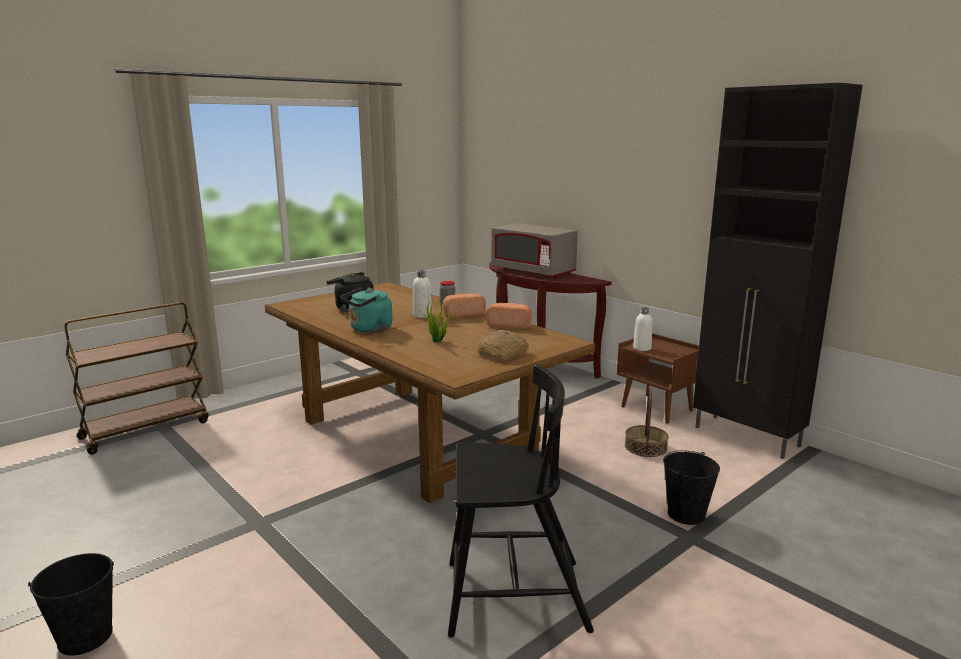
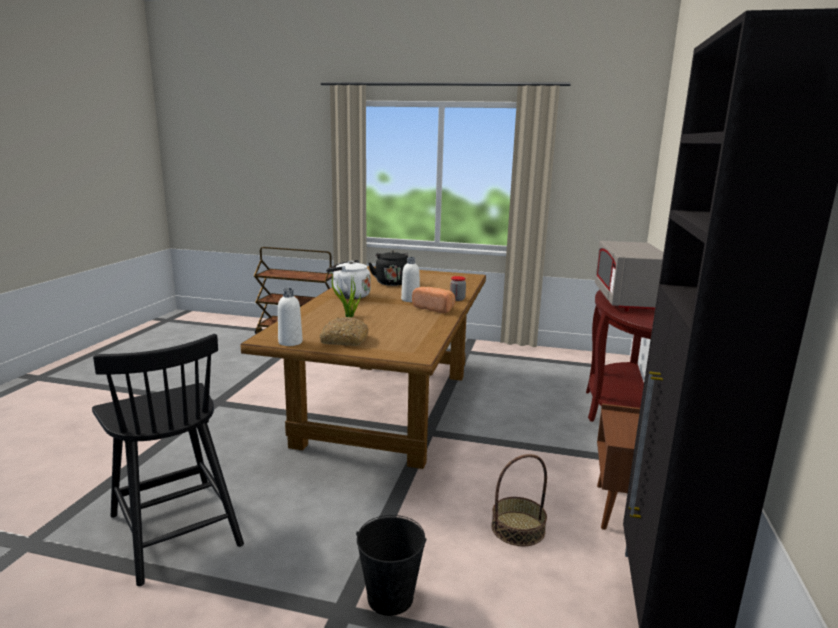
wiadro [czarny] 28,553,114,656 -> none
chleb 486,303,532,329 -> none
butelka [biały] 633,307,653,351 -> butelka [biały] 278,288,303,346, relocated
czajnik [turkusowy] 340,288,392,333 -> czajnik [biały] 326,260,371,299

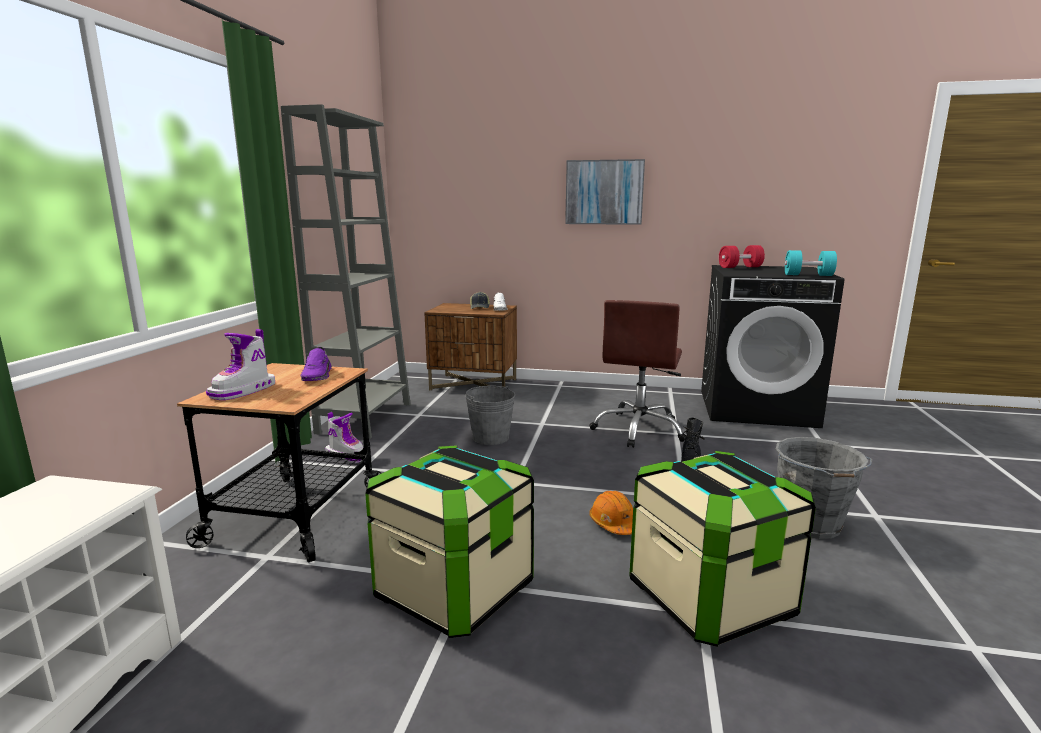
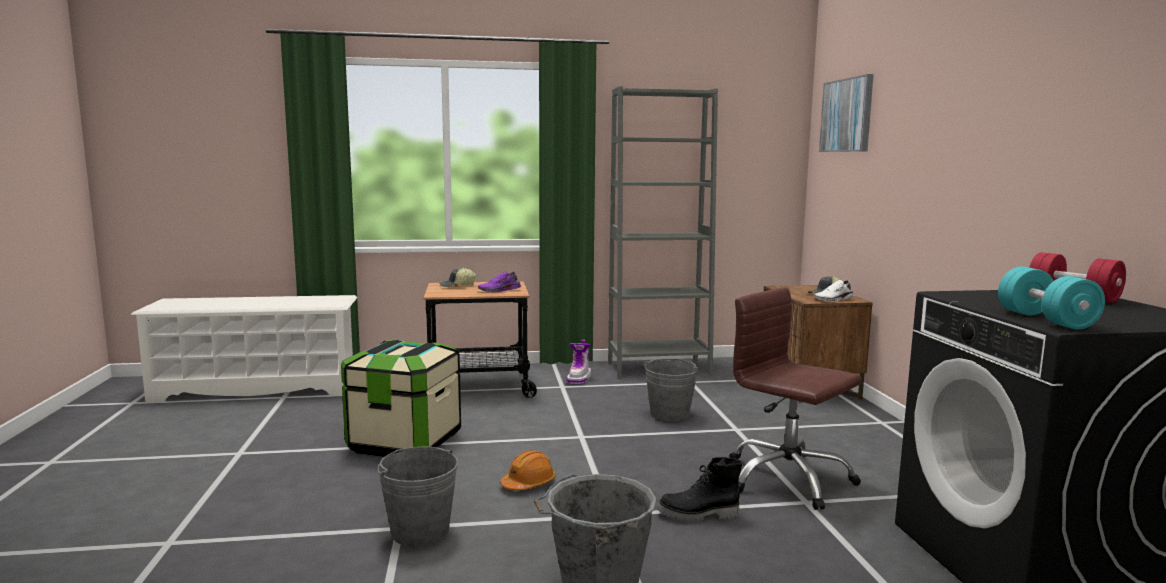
obraz 565,159,645,225 -> obraz 819,74,874,152, relocated
but z cholewką 206,329,275,400 -> czapka z daszkiem 439,267,476,287
pojemnik do przechowywania 629,451,816,647 -> wiadro [szary] 378,446,458,546
krzesło biurowe [brązowy] 589,300,686,448 -> krzesło biurowe [brązowy] 729,287,862,510, 45 degrees clockwise

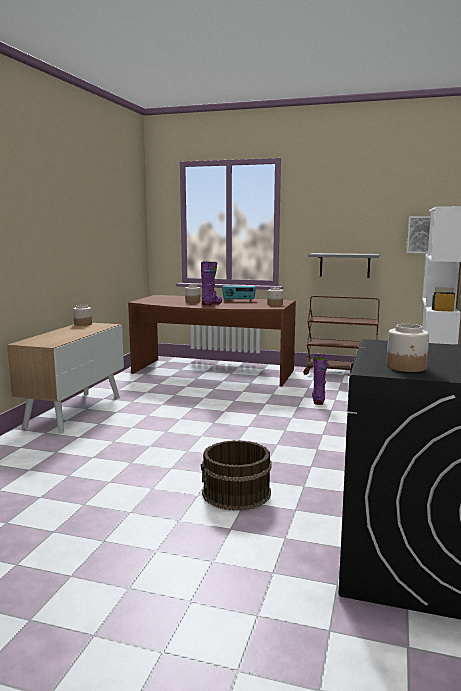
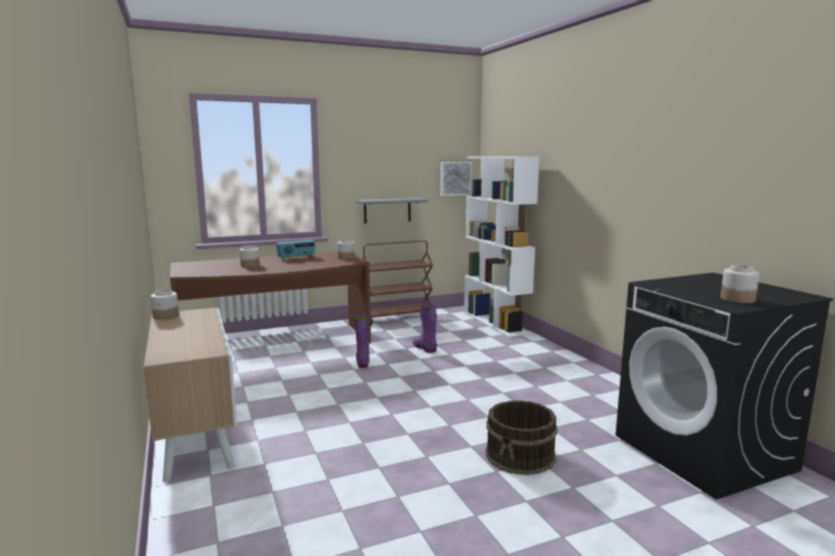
but z cholewką [fioletowy] 201,261,223,306 -> but z cholewką [fioletowy] 354,313,370,368, relocated

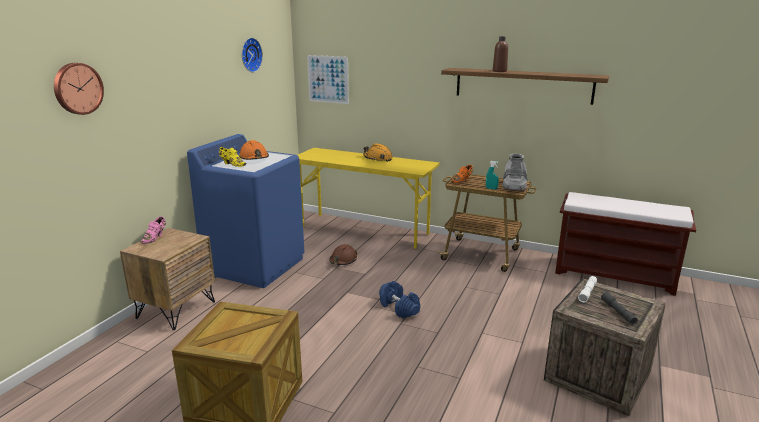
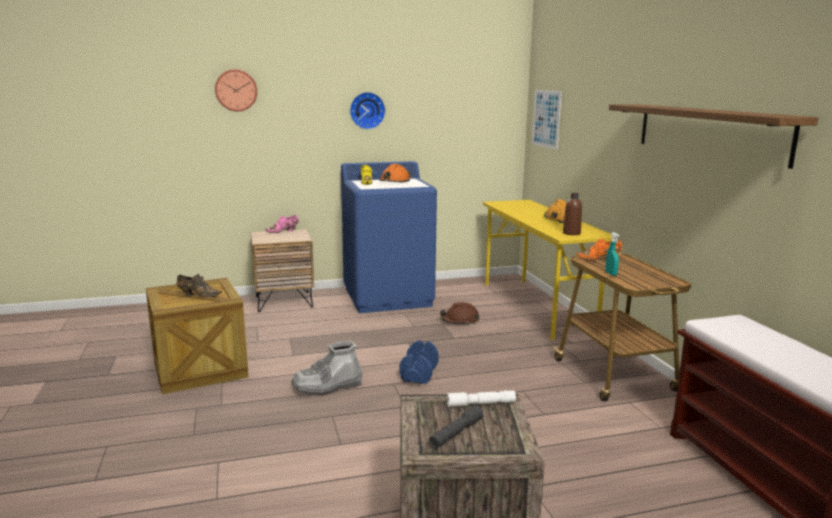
none -> but [brązowy] 177,274,222,297
zegar ścienny 242,38,263,72 -> zegar ścienny 350,92,386,129, relocated
butelka [brązowy] 493,36,508,72 -> butelka [brązowy] 563,193,582,235, relocated
but z cholewką [szary] 502,153,528,191 -> but z cholewką [szary] 292,342,363,396, relocated

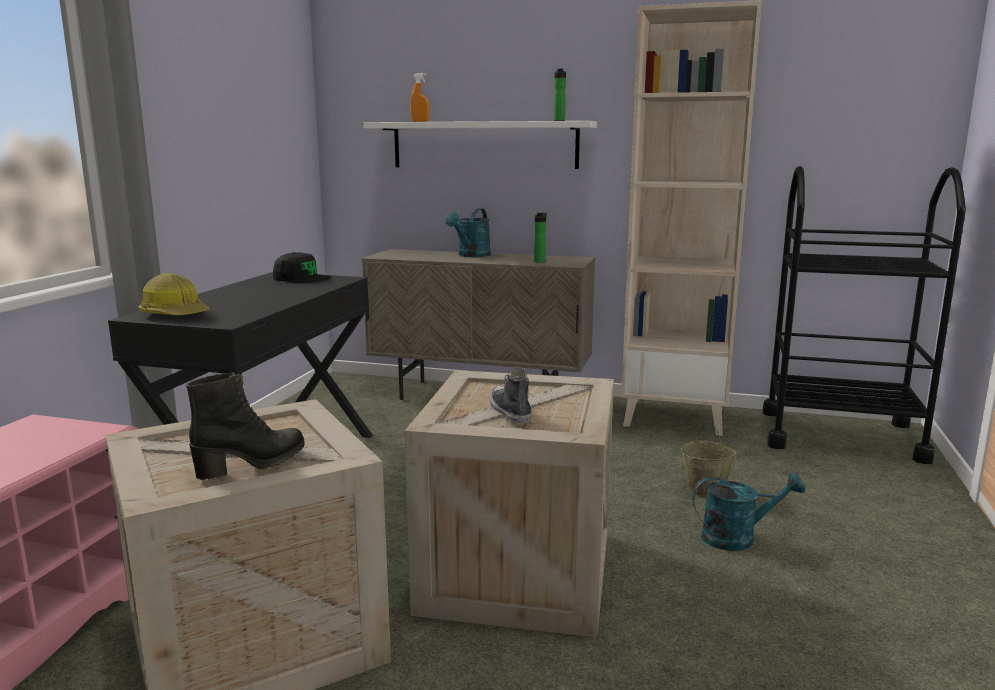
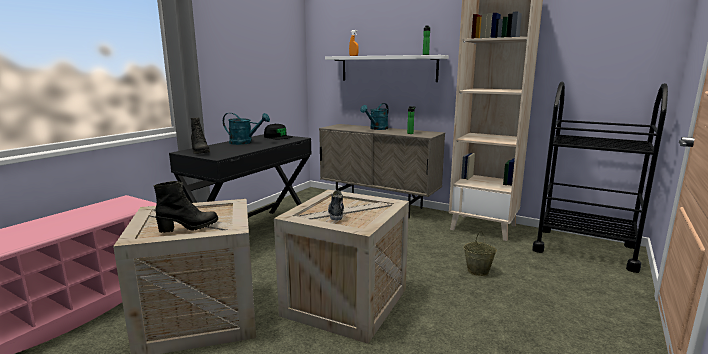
konewka [turkusowy] 692,473,805,551 -> konewka [turkusowy] 223,113,270,145, relocated
kask 139,273,210,315 -> but z cholewką [czarny] 191,118,210,154

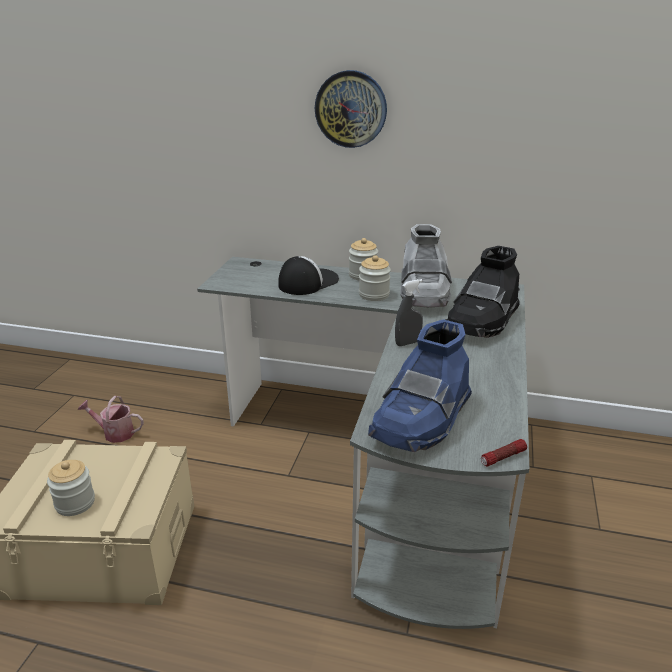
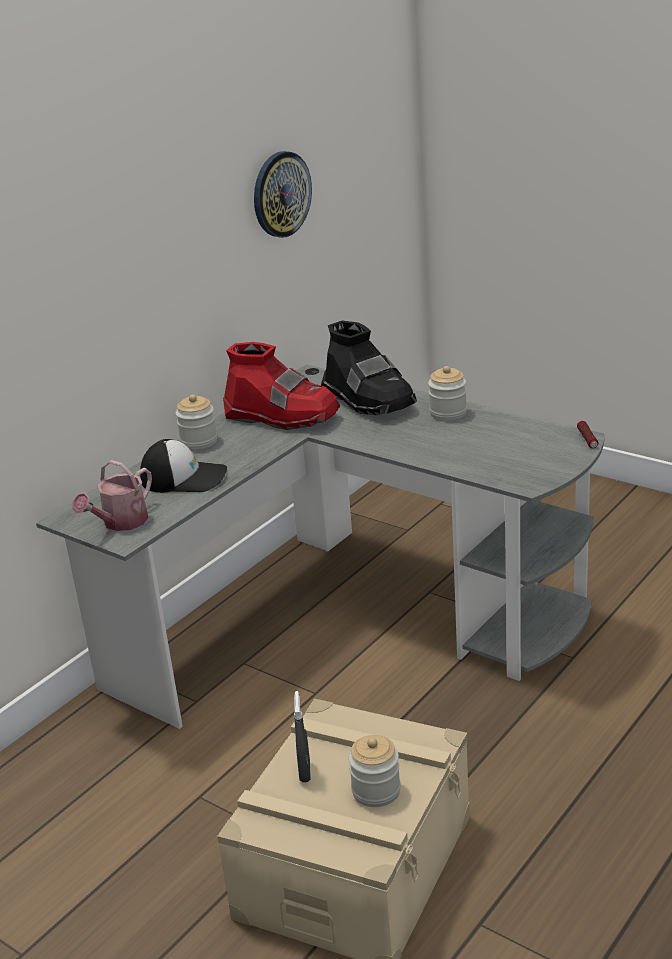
but z cholewką [niebieski] 368,319,472,452 -> none
konewka 77,396,144,443 -> konewka 72,460,152,531, relocated
zegar ścienny 315,70,387,148 -> zegar ścienny 254,151,312,238, relocated
słoik 359,255,391,301 -> słoik 428,366,467,421, relocated
spryskiwacz [szary] 395,279,423,346 -> spryskiwacz [szary] 294,691,311,782, relocated
but z cholewką [szary] 400,224,452,307 -> but z cholewką [czerwony] 223,342,340,430
czapka z daszkiem 278,256,339,295 -> czapka z daszkiem 140,439,227,493, 120 degrees clockwise

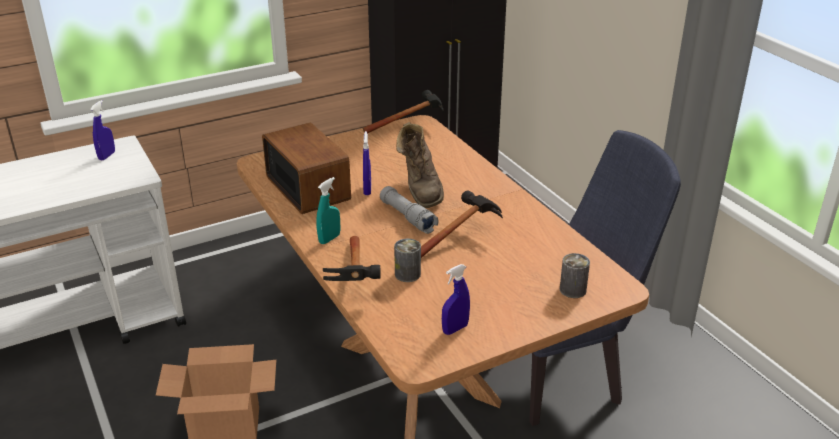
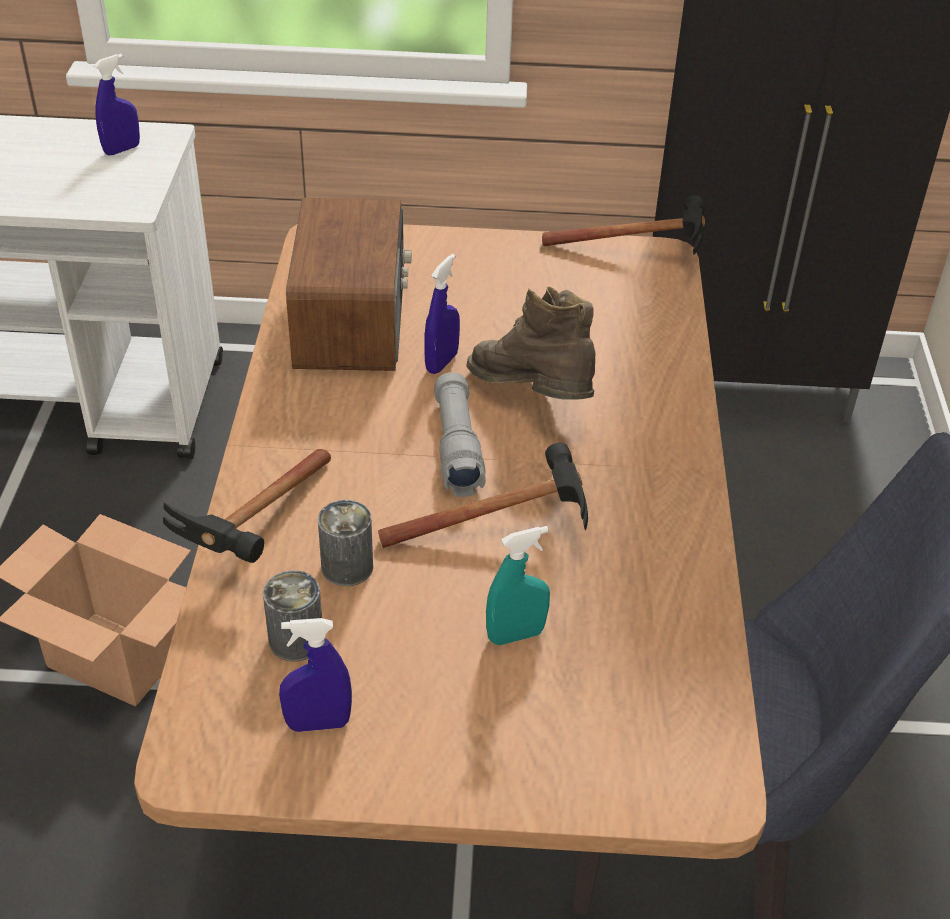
spryskiwacz [turkusowy] 316,177,340,244 -> spryskiwacz [turkusowy] 486,526,550,645, relocated
puszka 560,253,590,298 -> puszka 263,570,322,661, relocated
but z cholewką [brązowy] 396,122,444,208 -> but z cholewką [brązowy] 467,286,595,400, 120 degrees clockwise

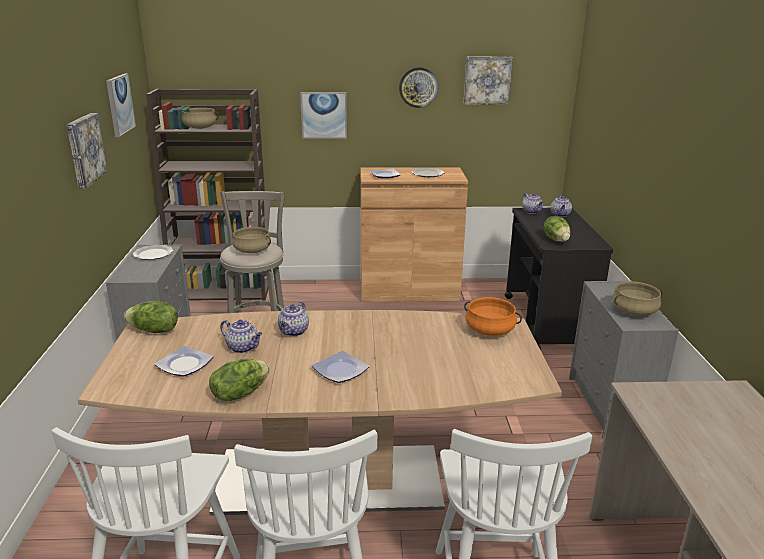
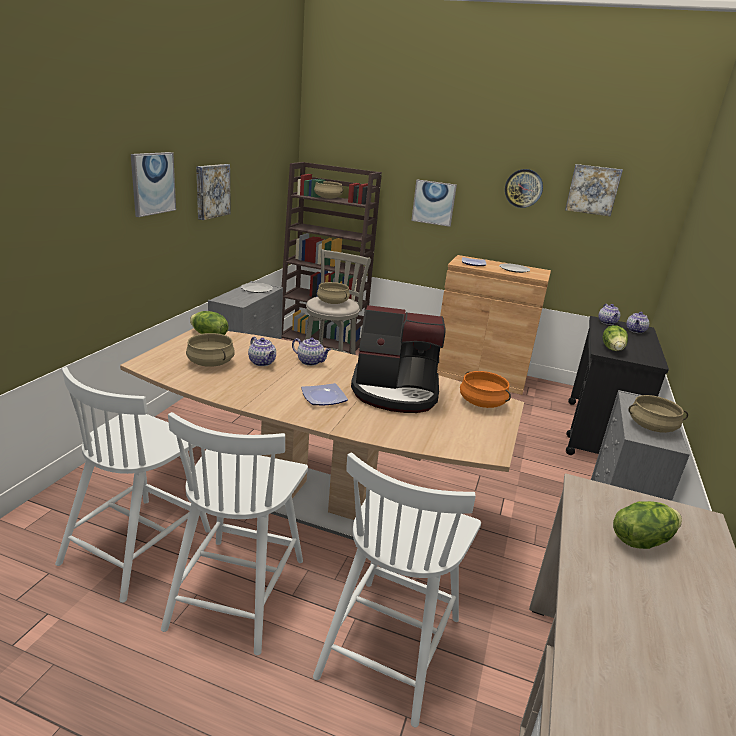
none -> ekspres do kawy 351,305,446,413
obraz 106,74,136,137 -> obraz 131,152,176,217, relocated
sałata 209,359,270,401 -> sałata 613,501,682,549, relocated
talerz 154,346,214,377 -> garnek [beżowy] 186,333,235,367
imbryk 278,302,309,336 -> imbryk 292,338,331,366, 105 degrees counterclockwise

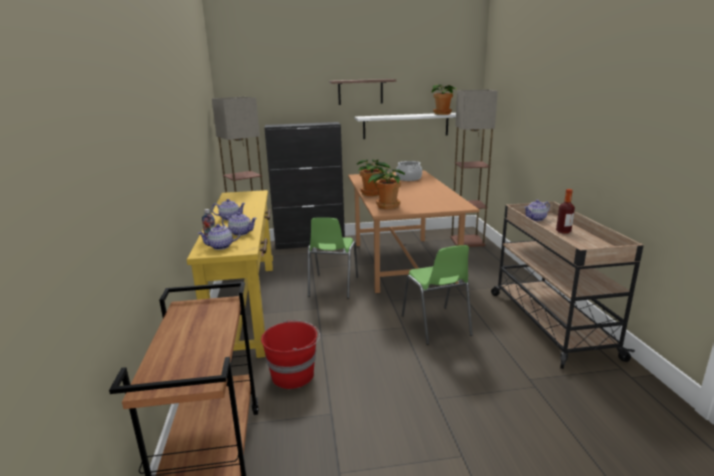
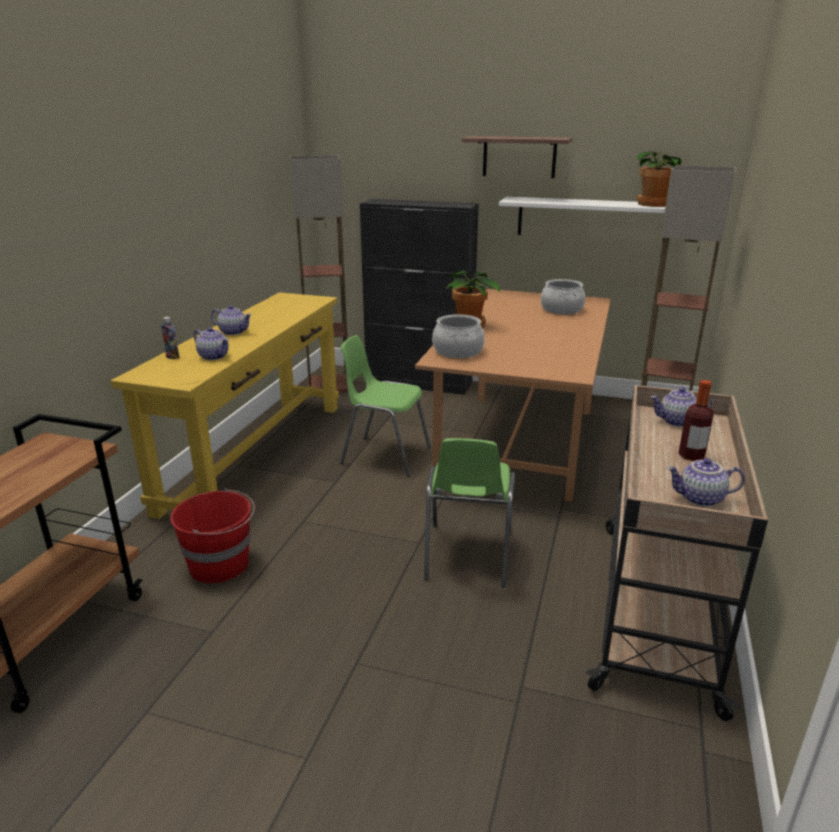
imbryk 197,224,240,250 -> imbryk 667,458,745,507, relocated
roślina doniczkowa 368,168,405,209 -> garnek 432,314,485,358
krzesło [zielony] 308,217,358,299 -> krzesło [zielony] 340,335,431,477, 75 degrees clockwise

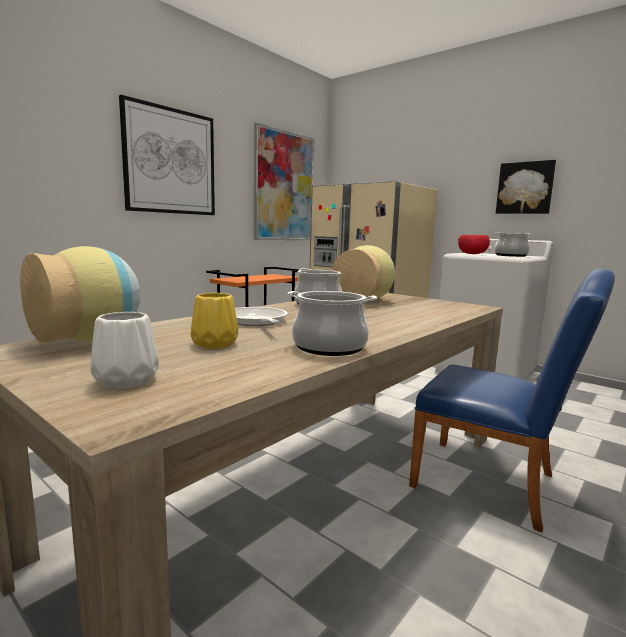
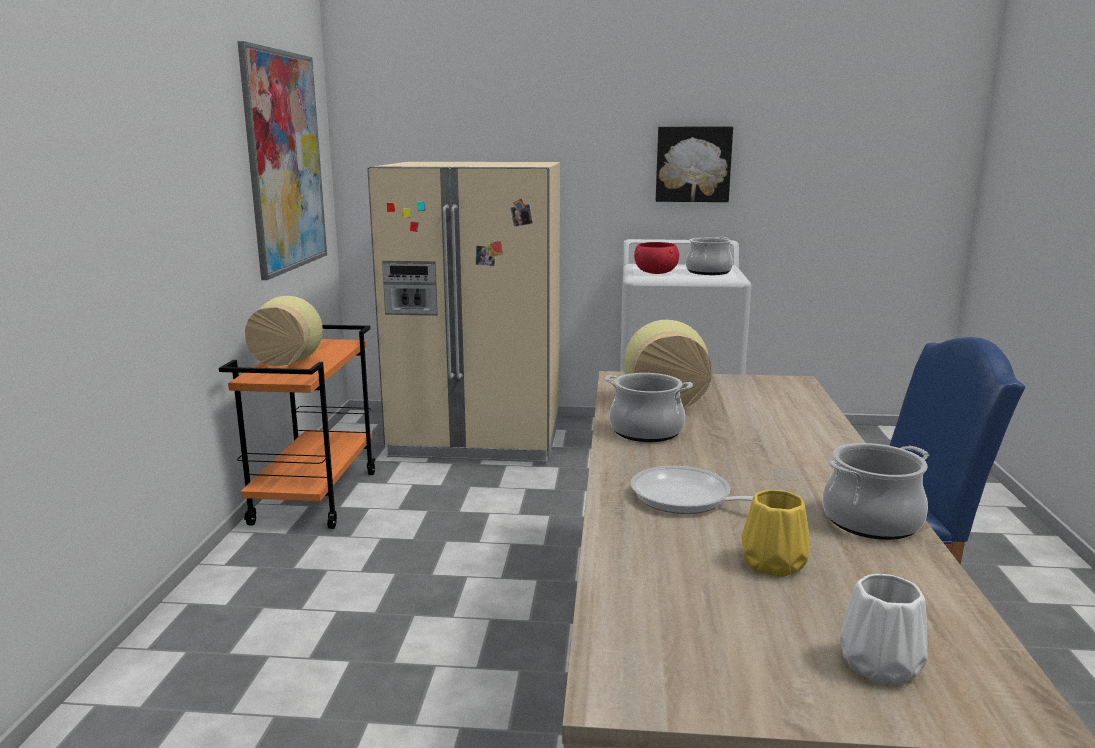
obraz 119,95,215,215 -> none
wazon 20,246,140,344 -> wazon 245,296,323,367, relocated

